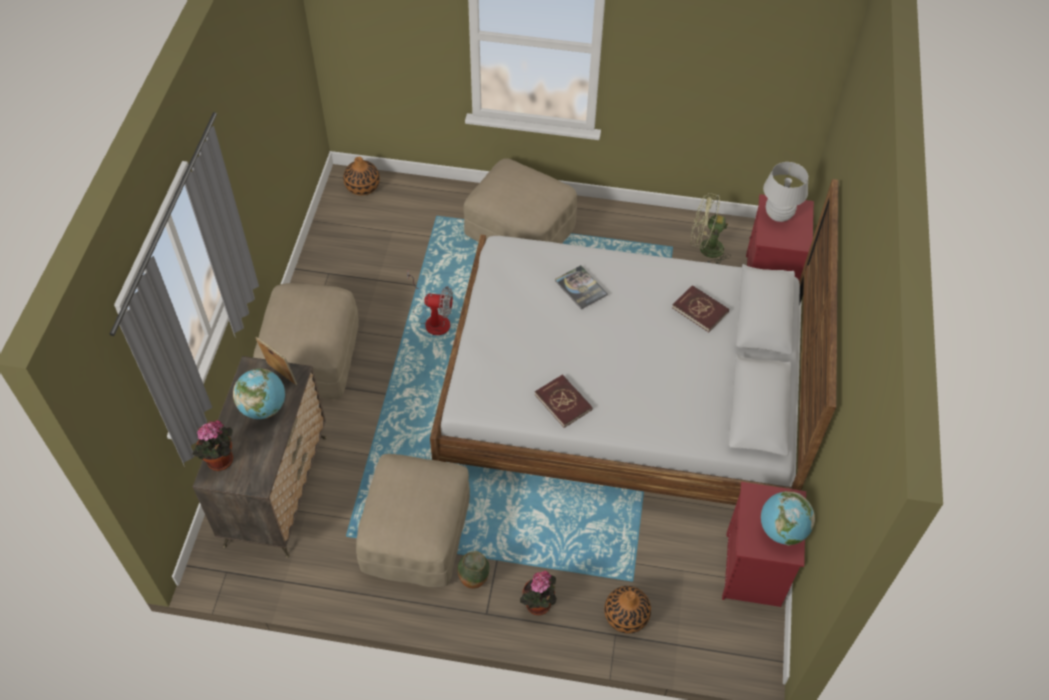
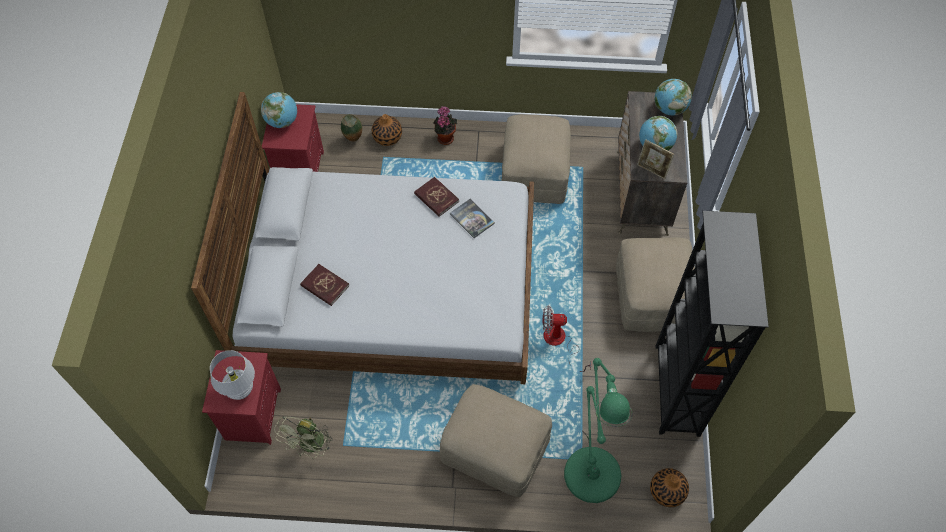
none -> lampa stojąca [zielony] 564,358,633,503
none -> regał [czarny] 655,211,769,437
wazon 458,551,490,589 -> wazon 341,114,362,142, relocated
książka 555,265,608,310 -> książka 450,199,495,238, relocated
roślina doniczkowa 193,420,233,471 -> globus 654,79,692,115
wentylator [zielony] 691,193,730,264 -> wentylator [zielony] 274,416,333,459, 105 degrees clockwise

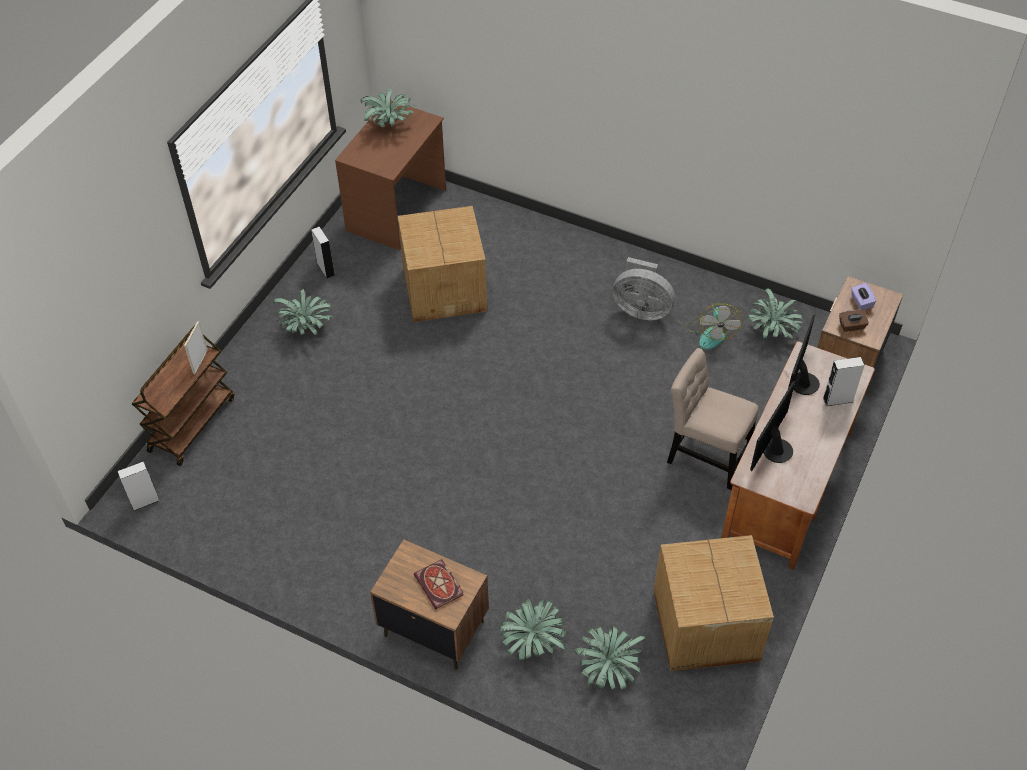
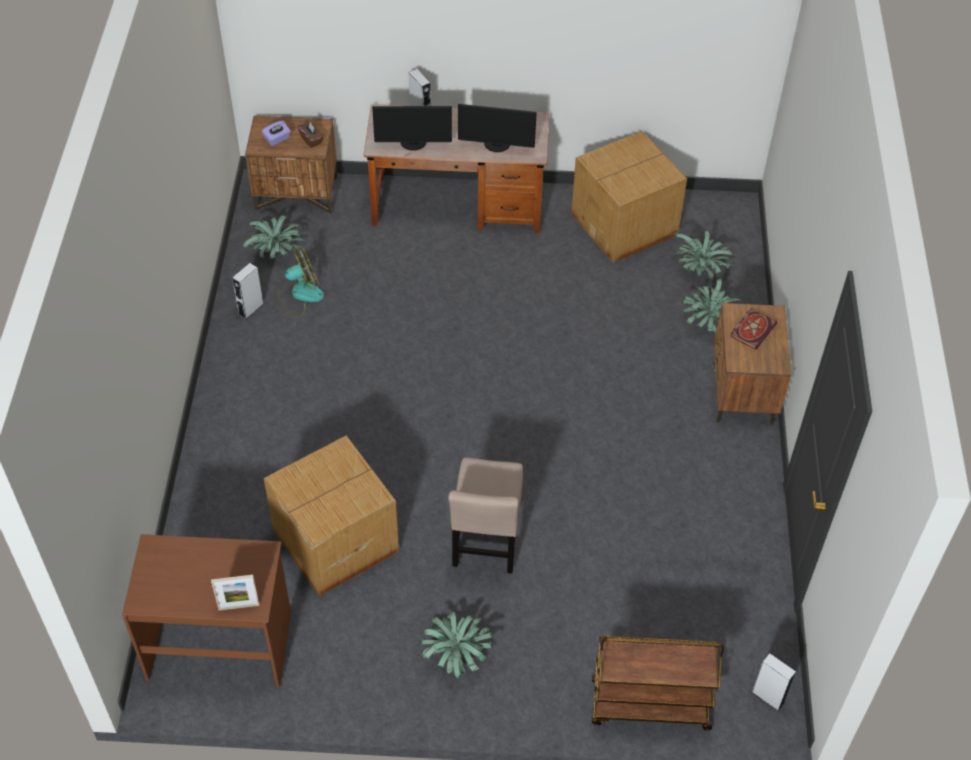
roślina doniczkowa 360,89,418,127 -> none
wentylator [szary] 613,257,675,320 -> none
ramka na zdjęcie 184,321,208,374 -> ramka na zdjęcie 211,575,259,610, relocated
głośnik [szary] 311,227,335,279 -> głośnik [szary] 232,263,264,319, relocated
krzesło [beżowy] 667,348,759,490 -> krzesło [beżowy] 448,457,523,574, relocated

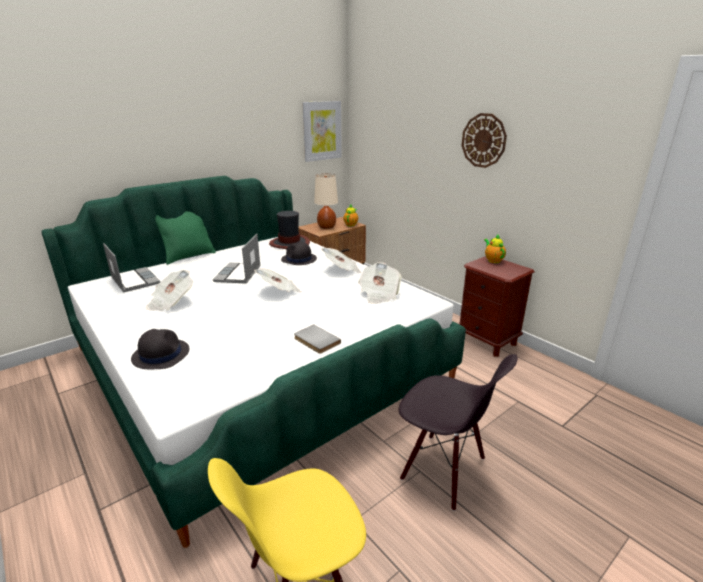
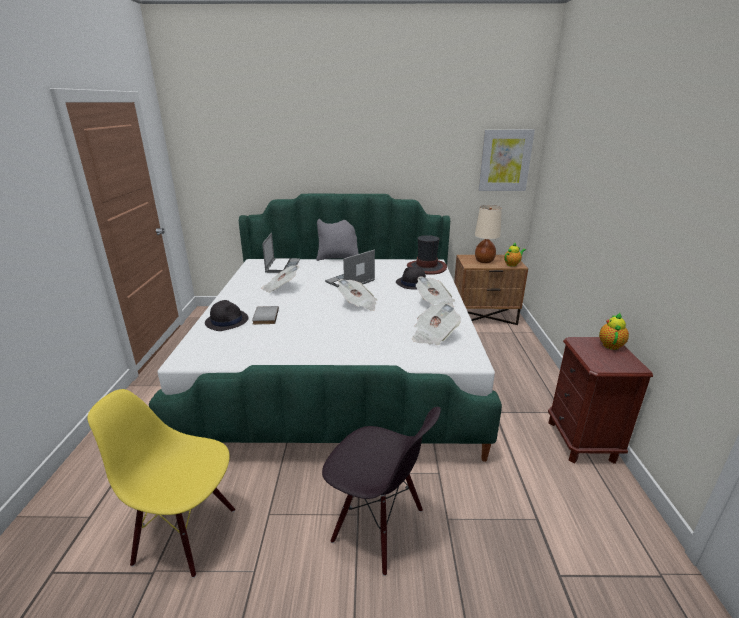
zegar ścienny 461,113,507,168 -> none
książka [szary] 294,324,341,354 -> książka [szary] 252,306,279,325, relocated
poduszka [zielony] 155,211,216,265 -> poduszka [szary] 316,219,359,261
krzesło [czarny] 399,354,518,511 -> krzesło [czarny] 322,407,441,576, 45 degrees counterclockwise

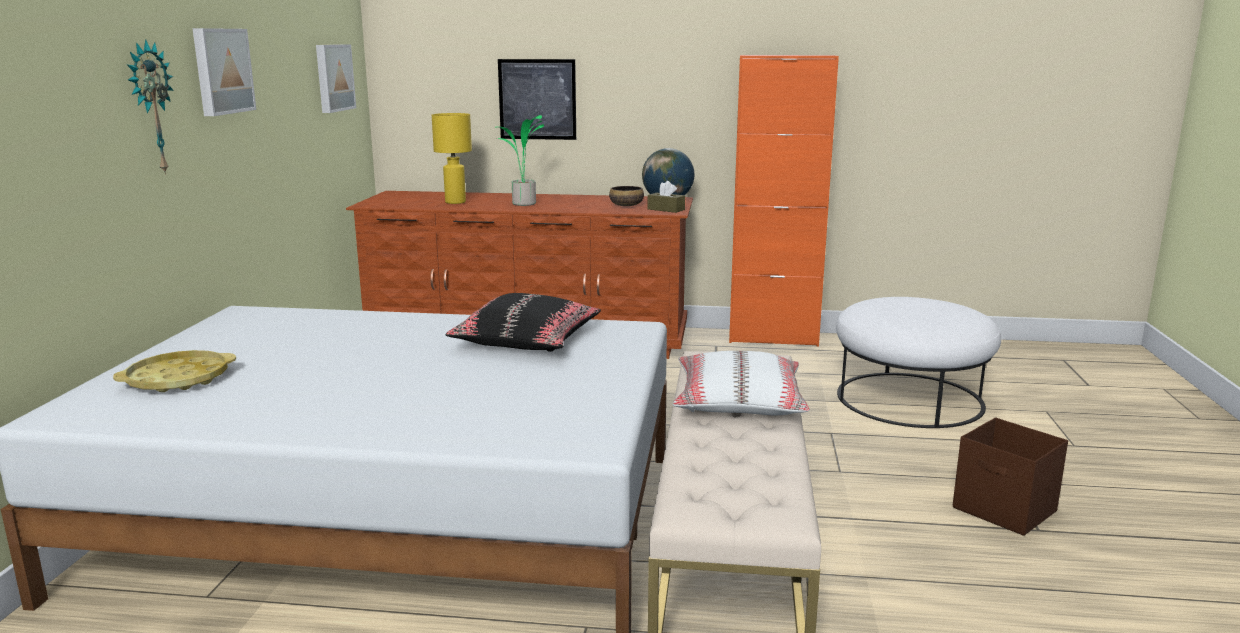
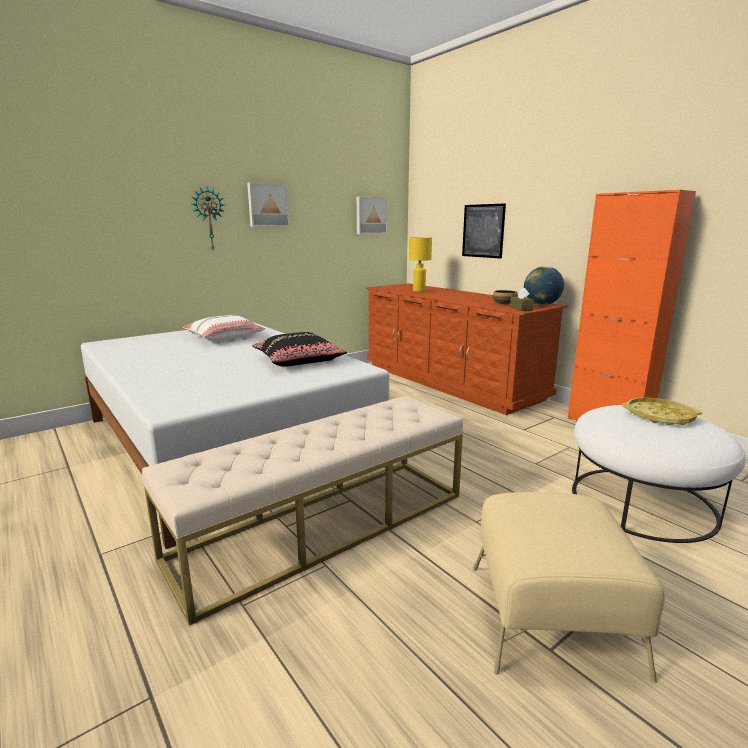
roślina doniczkowa 495,115,544,206 -> none
taca [żółty] 113,350,236,392 -> taca [żółty] 622,397,702,425, relocated
poduszka [biały] 673,351,810,415 -> poduszka [biały] 183,315,265,342, relocated
pojemnik do przechowywania [brązowy] 953,418,1068,536 -> pufa [beżowy] 473,492,665,683

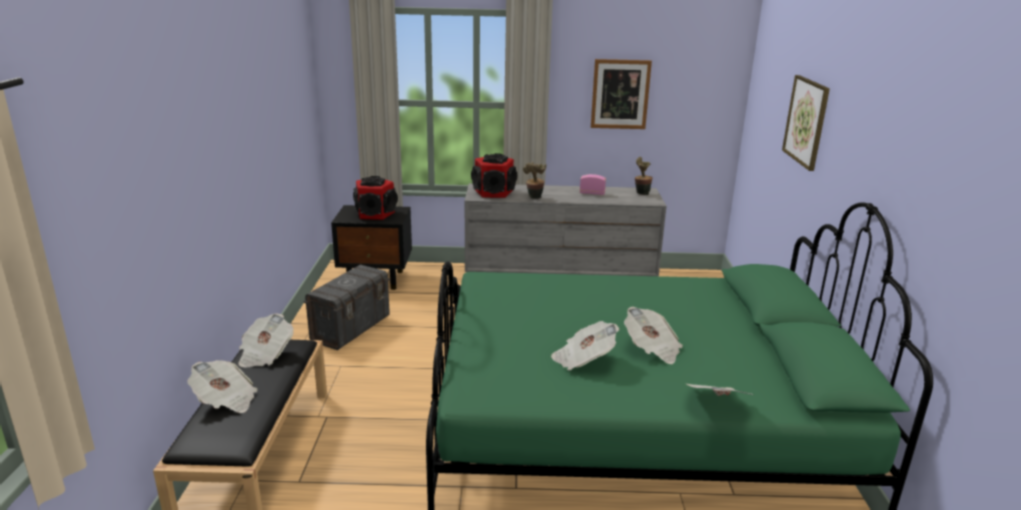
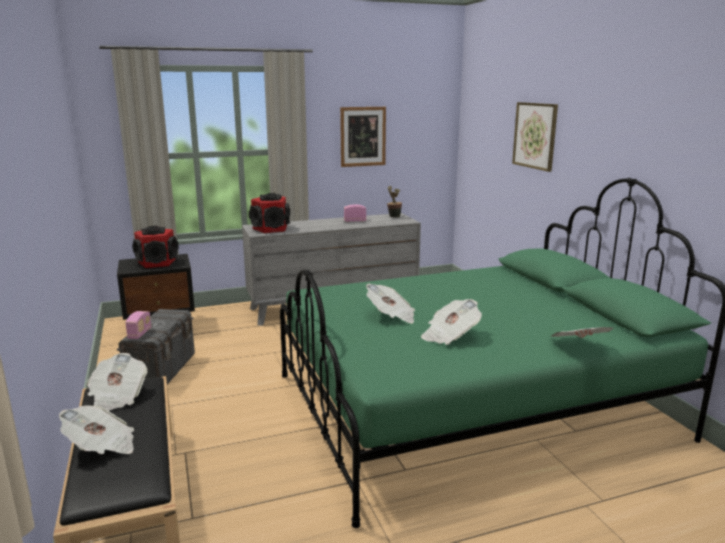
roślina doniczkowa 523,162,546,199 -> none
none -> radio 125,311,151,339
gazeta 624,307,683,364 -> gazeta 366,284,415,323, relocated

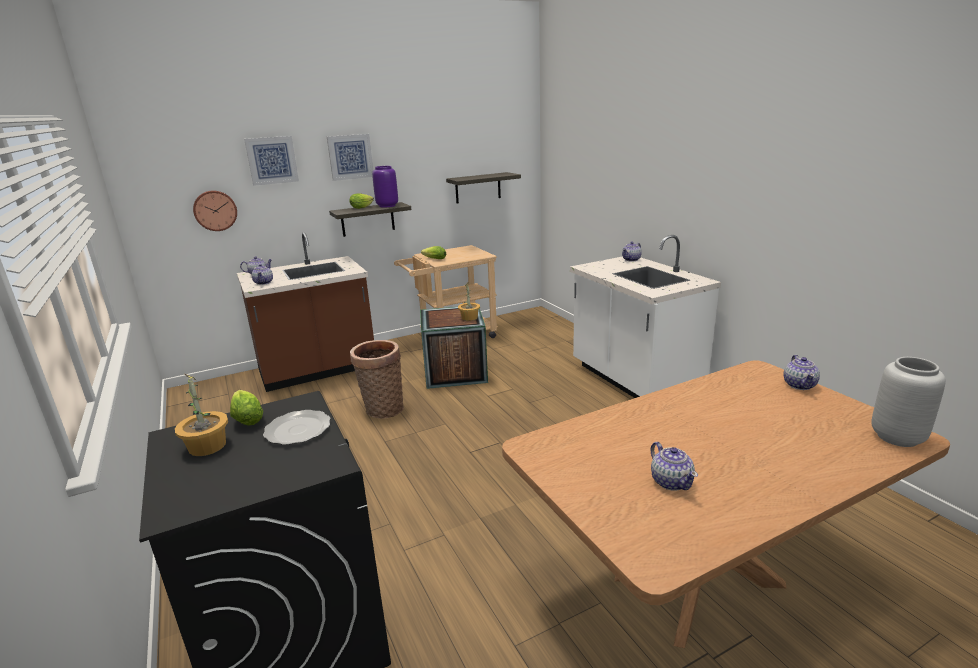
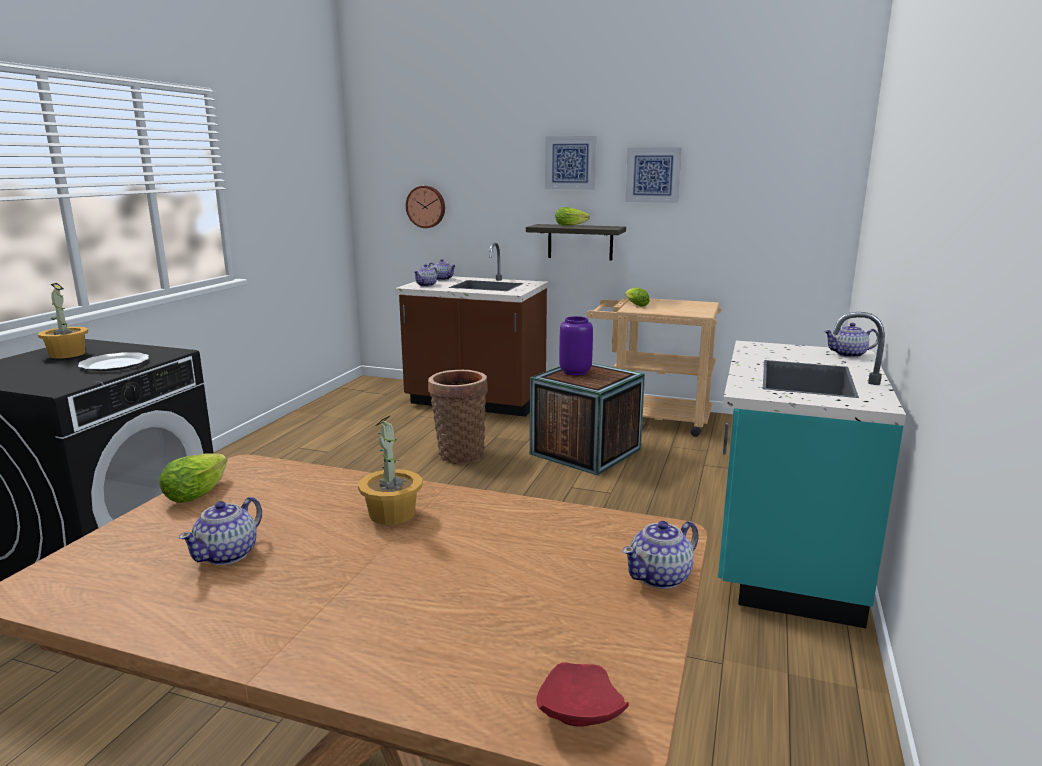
półka 446,172,521,203 -> none
sałata 230,390,263,426 -> sałata 159,453,228,503, relocated
obraz 244,136,299,186 -> obraz 625,147,681,203, relocated
wazon [fioletowy] 372,166,398,208 -> wazon [fioletowy] 559,316,593,375, relocated
roślina doniczkowa 458,282,480,321 -> roślina doniczkowa 358,415,422,525, relocated
wazon [szary] 871,357,946,447 -> talerz [czerwony] 537,662,629,727
zabudowa kuchenna [biały] 570,235,721,398 -> zabudowa kuchenna [turkusowy] 718,312,906,628

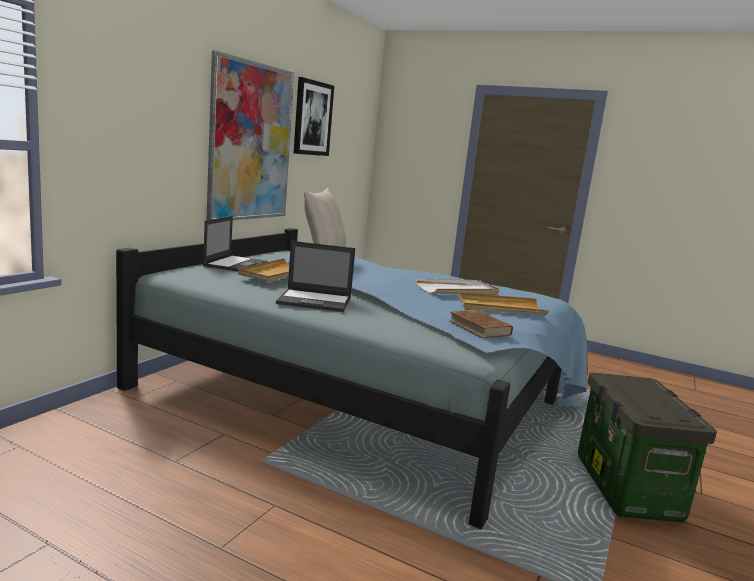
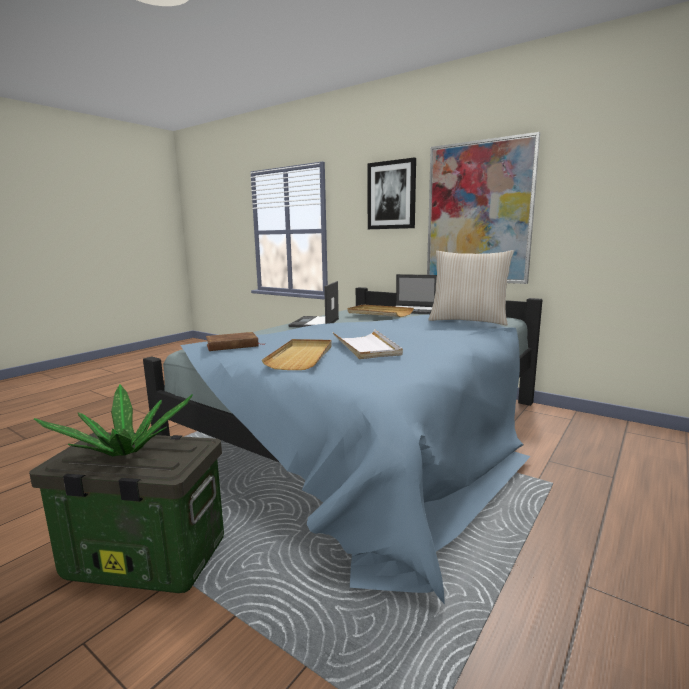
none -> roślina doniczkowa 34,384,193,456
obraz 294,77,334,156 -> obraz 367,157,416,229, relocated

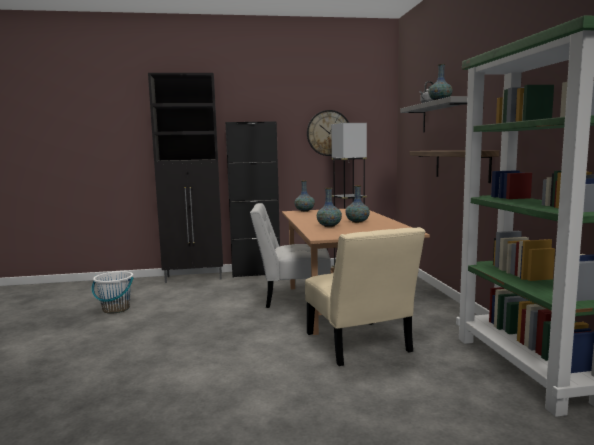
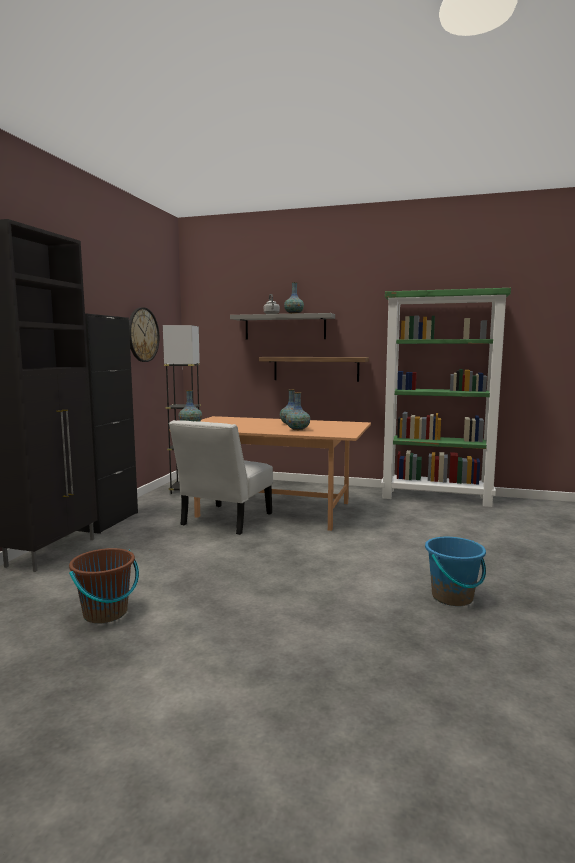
krzesło [beżowy] 305,227,426,366 -> none
none -> wiadro [niebieski] 425,537,486,606
wiadro [biały] 92,271,133,314 -> wiadro [brązowy] 69,548,139,624

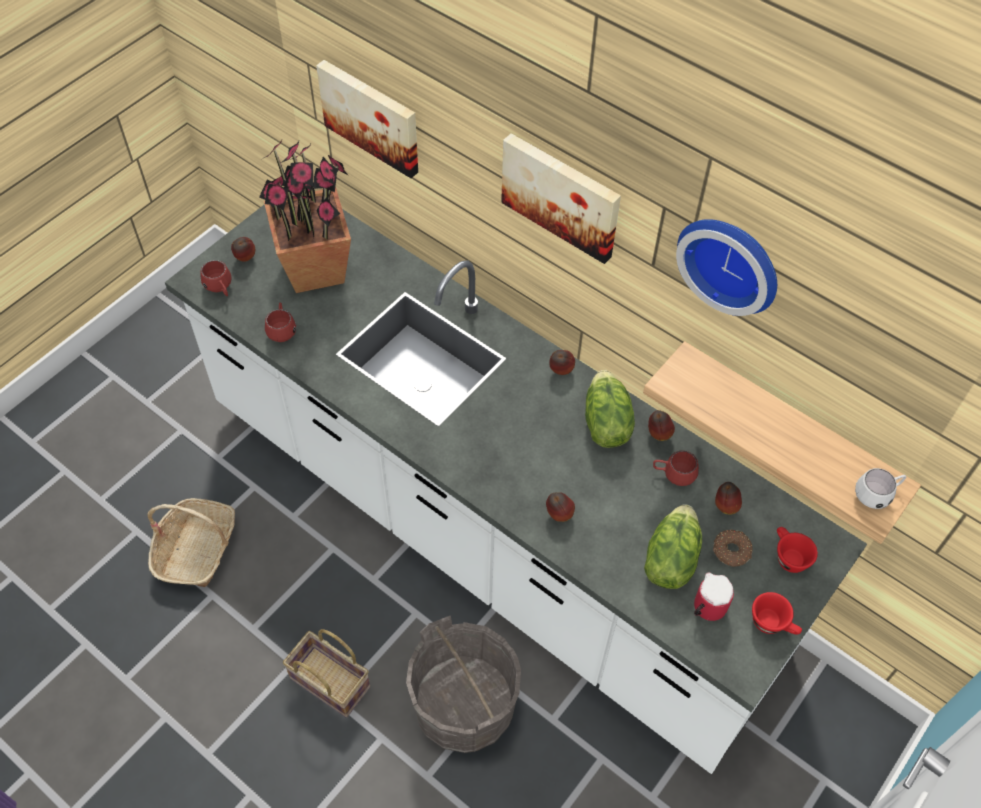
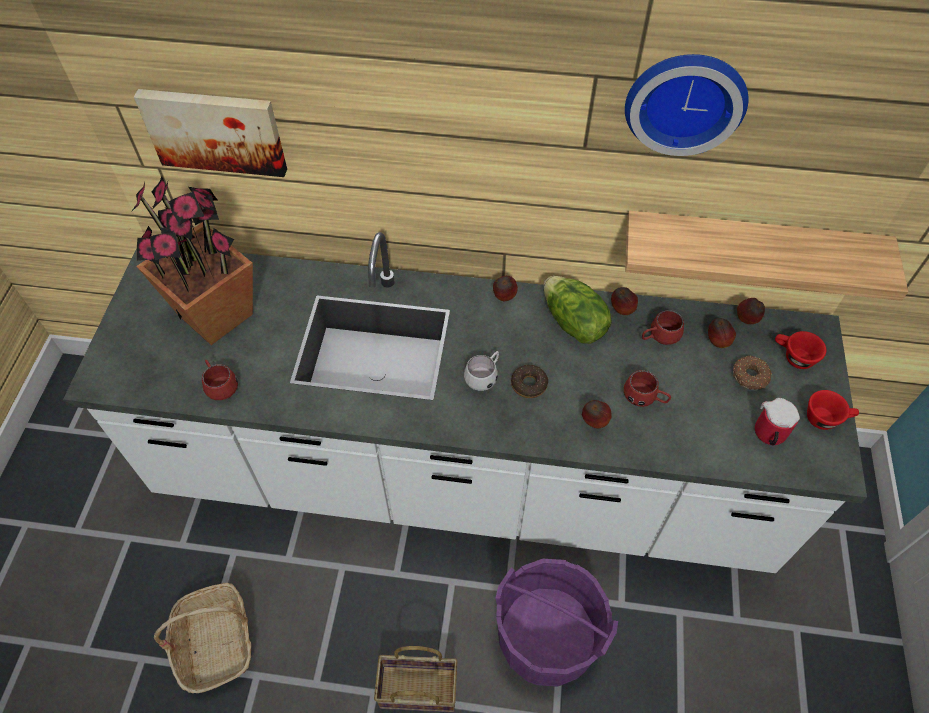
obraz 501,133,621,264 -> none
sałata 644,504,702,589 -> none
none -> donut 511,365,548,398
kubek [czerwony] 200,260,231,296 -> kubek [czerwony] 624,370,671,407, relocated
jabłko 231,237,255,262 -> jabłko 737,298,765,324, relocated
kubek [biały] 855,468,906,509 -> kubek [biały] 464,351,499,391, relocated
wiadro [szary] 406,616,521,753 -> wiadro [fioletowy] 495,559,618,687

